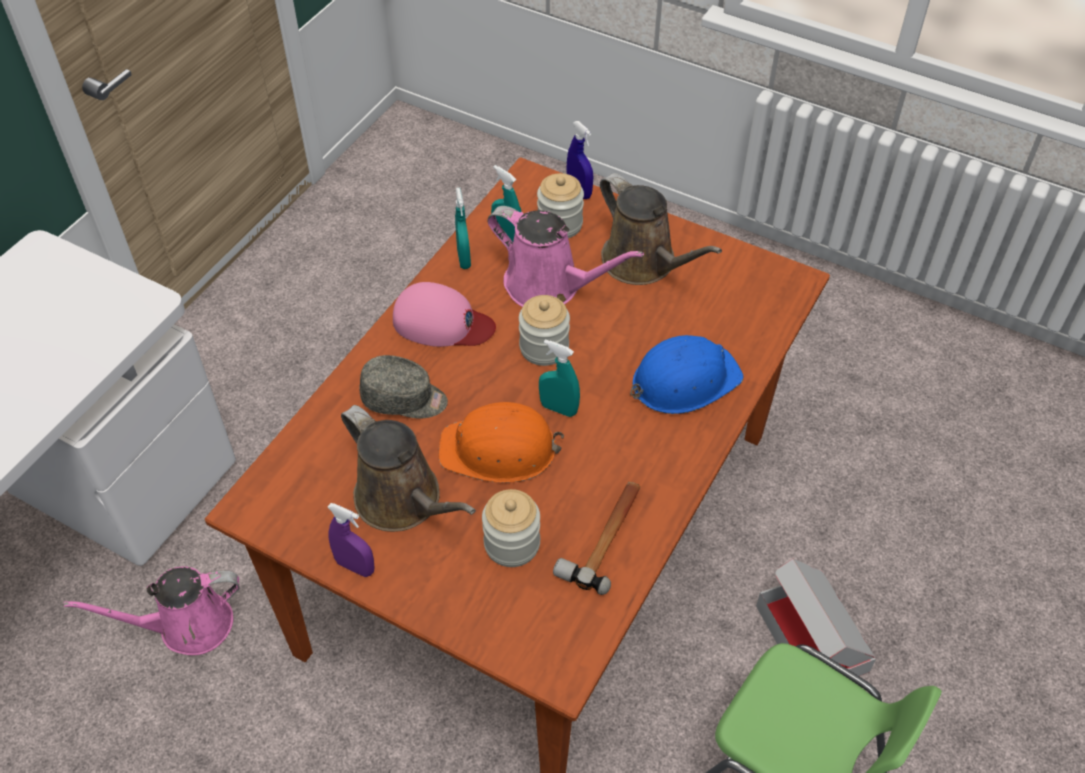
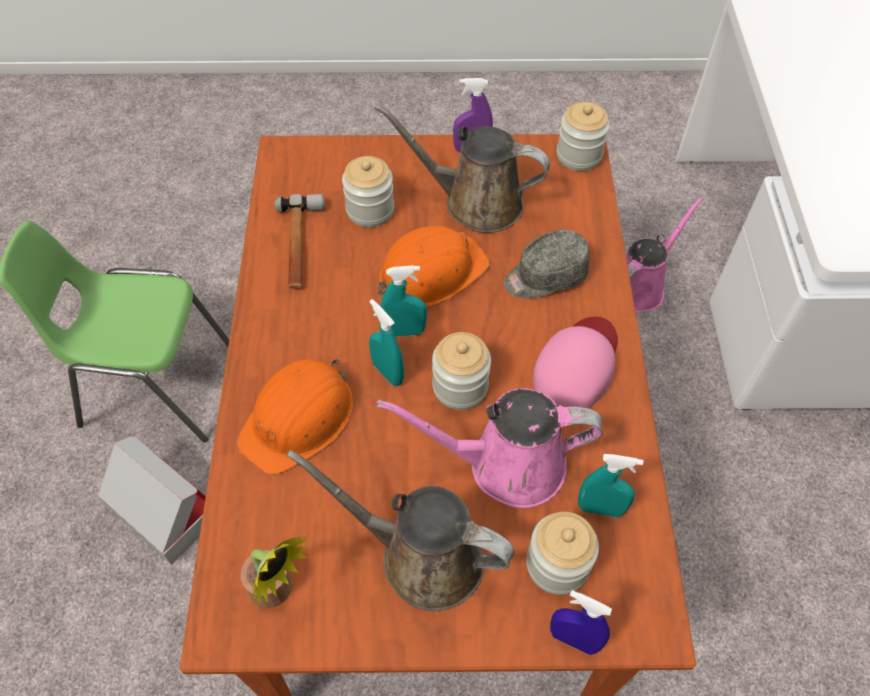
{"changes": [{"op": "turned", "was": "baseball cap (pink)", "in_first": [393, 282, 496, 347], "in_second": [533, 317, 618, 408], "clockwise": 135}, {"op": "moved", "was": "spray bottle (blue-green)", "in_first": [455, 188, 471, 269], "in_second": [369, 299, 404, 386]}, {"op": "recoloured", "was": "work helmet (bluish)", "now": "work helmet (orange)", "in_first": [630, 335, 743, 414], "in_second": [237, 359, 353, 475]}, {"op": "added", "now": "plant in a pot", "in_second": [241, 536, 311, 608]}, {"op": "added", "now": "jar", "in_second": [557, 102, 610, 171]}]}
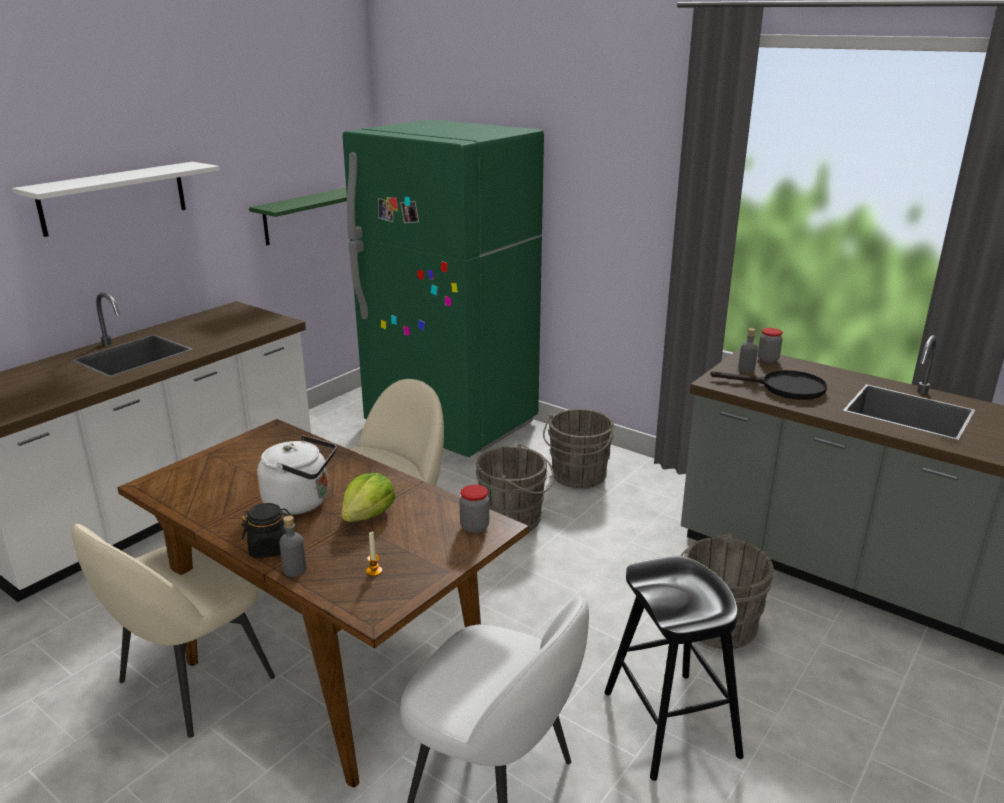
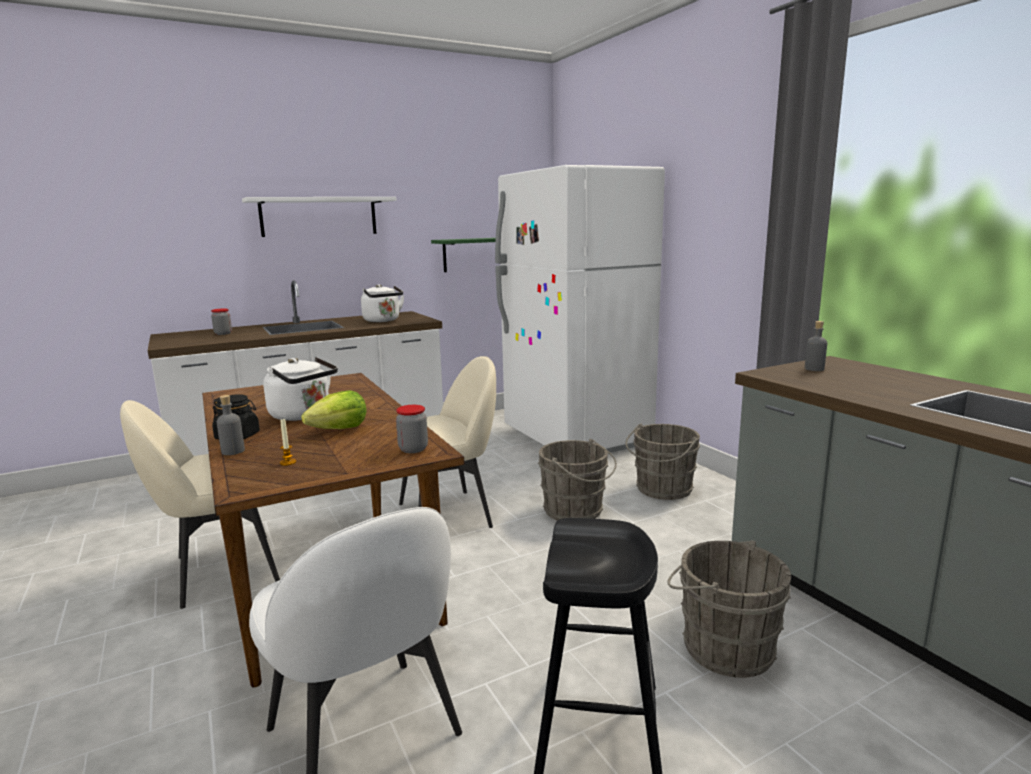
{"changes": [{"op": "recoloured", "was": "kitchen fridge (green-coloured)", "now": "kitchen fridge (white-coloured)", "in_first": [343, 119, 544, 458], "in_second": [495, 165, 665, 453]}, {"op": "removed", "was": "frying pan (black)", "in_first": [710, 370, 827, 400]}, {"op": "moved", "was": "jar", "in_first": [758, 328, 783, 363], "in_second": [211, 308, 232, 335]}, {"op": "added", "now": "water kettle (white-coloured)", "in_second": [361, 284, 404, 322]}]}
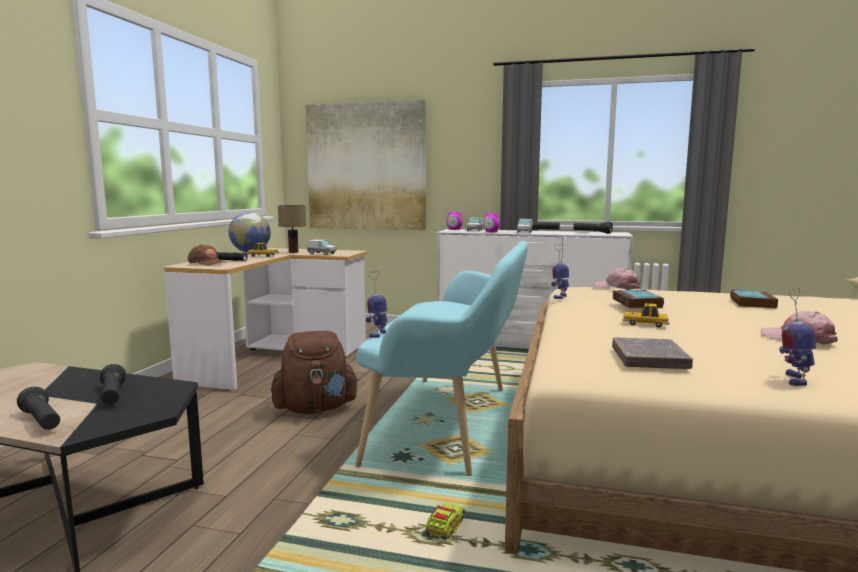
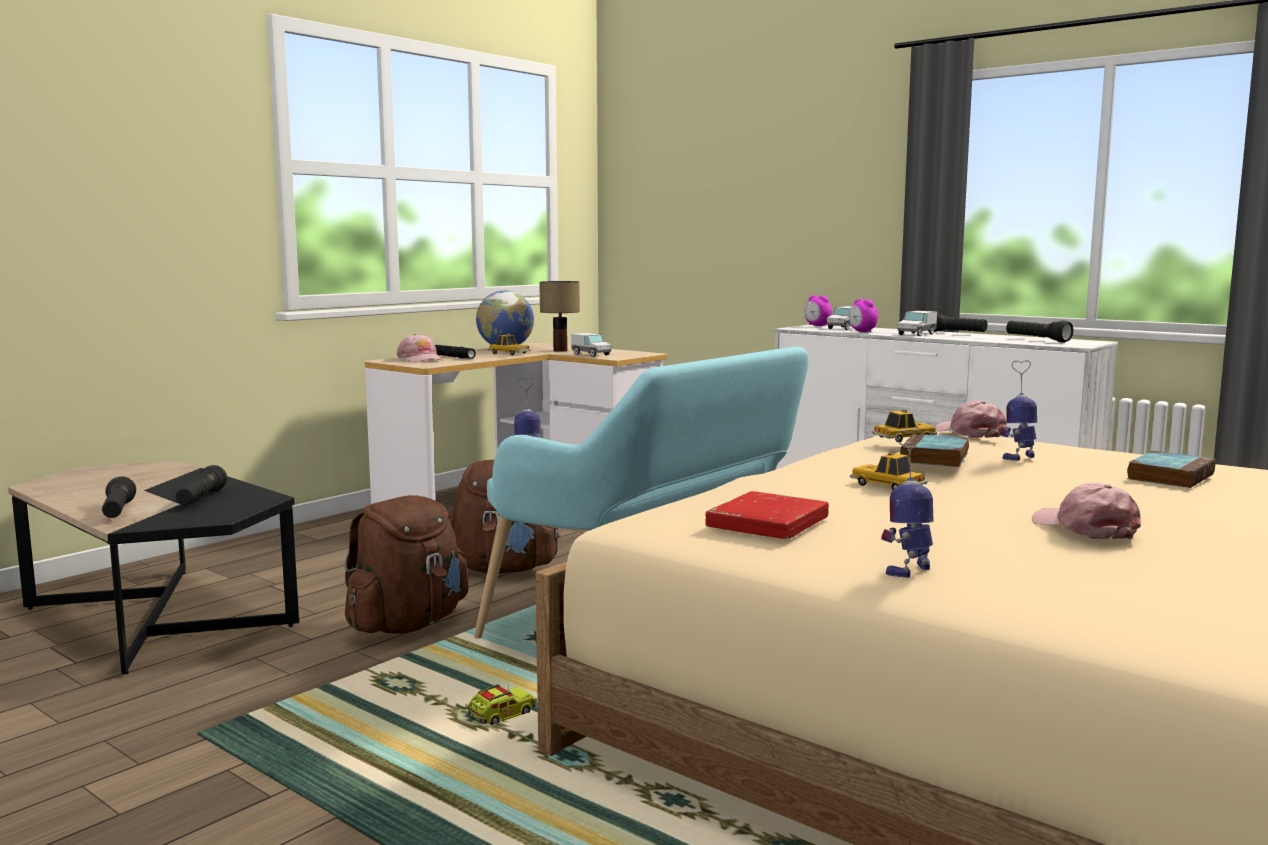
{"changes": [{"op": "recoloured", "was": "baseball cap (brown-coloured)", "now": "baseball cap (pink)", "in_first": [188, 245, 227, 266], "in_second": [397, 334, 444, 363]}, {"op": "removed", "was": "wall picture", "in_first": [305, 100, 426, 230]}, {"op": "moved", "was": "model robot", "in_first": [551, 244, 569, 299], "in_second": [1000, 360, 1037, 461]}, {"op": "recoloured", "was": "book (greyish)", "now": "book (red)", "in_first": [612, 337, 693, 369], "in_second": [705, 491, 829, 539]}, {"op": "added", "now": "rucksack (brown-coloured)", "in_second": [344, 495, 468, 634]}, {"op": "added", "now": "toy car", "in_second": [872, 409, 937, 442]}]}
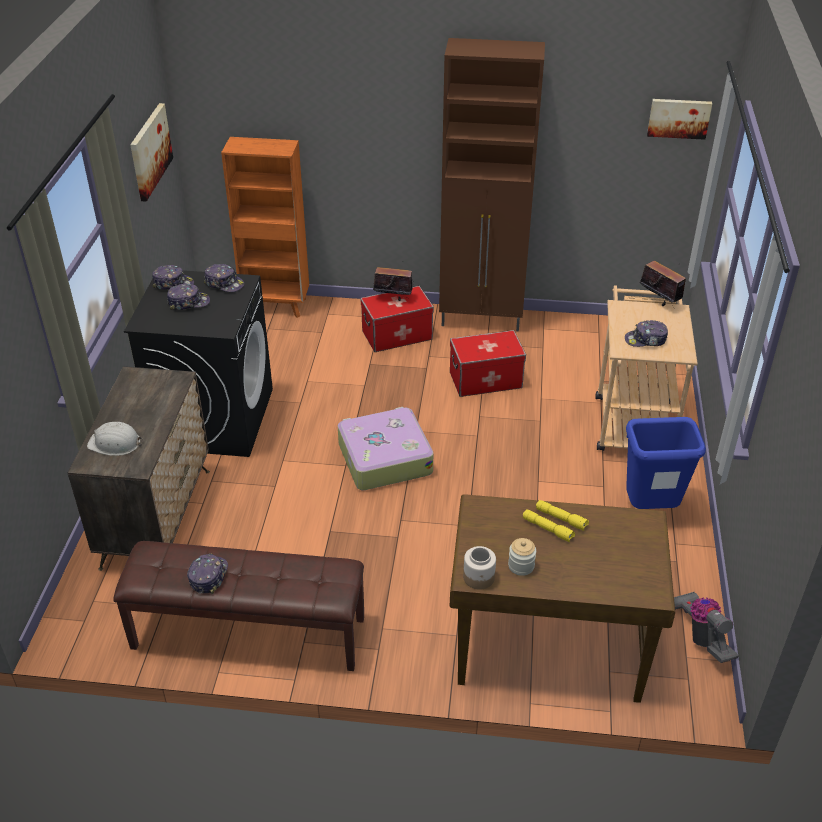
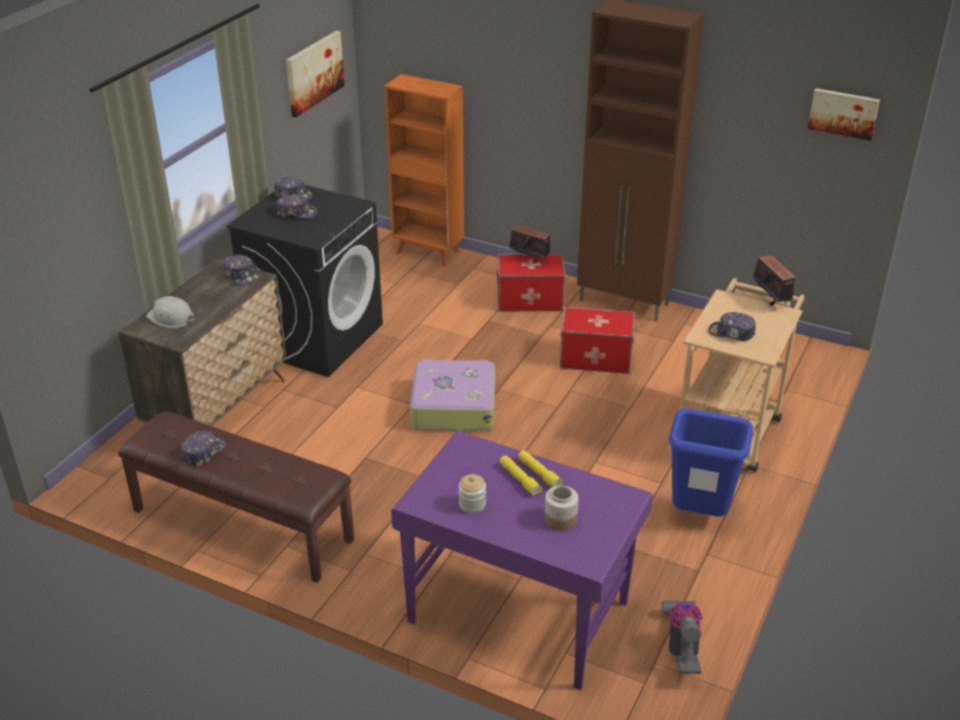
{"changes": [{"op": "moved", "was": "baseball cap", "in_first": [204, 264, 244, 292], "in_second": [223, 255, 260, 285]}, {"op": "recoloured", "was": "desk unit (brown-coloured)", "now": "desk unit (purple)", "in_first": [450, 494, 675, 703], "in_second": [391, 431, 653, 690]}, {"op": "moved", "was": "jar", "in_first": [463, 546, 496, 590], "in_second": [544, 486, 579, 531]}]}
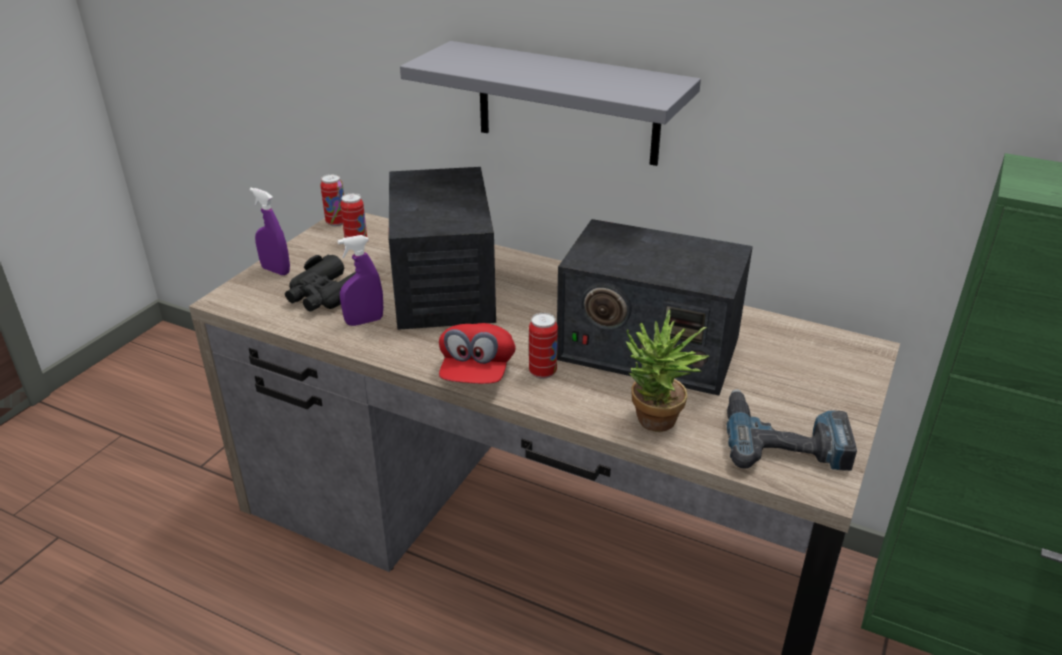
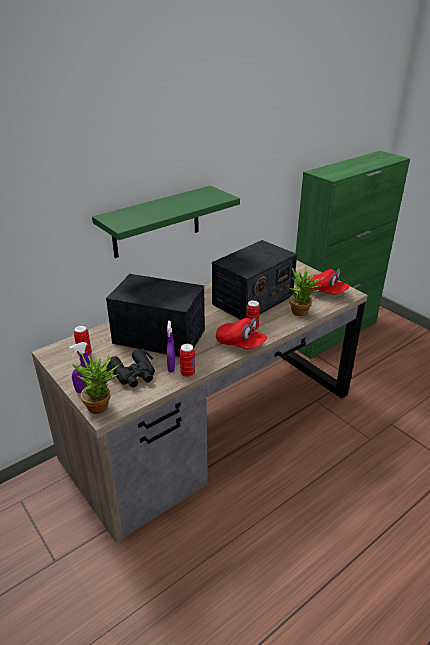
{"changes": [{"op": "moved", "was": "can", "in_first": [320, 174, 344, 226], "in_second": [180, 343, 195, 377]}, {"op": "recoloured", "was": "wall shelf (greyish)", "now": "wall shelf (green-coloured)", "in_first": [400, 41, 701, 166], "in_second": [92, 186, 240, 258]}, {"op": "replaced", "was": "power drill", "now": "baseball cap (red)", "in_first": [727, 389, 857, 471], "in_second": [308, 269, 349, 294]}, {"op": "added", "now": "plant in a pot", "in_second": [72, 352, 122, 414]}]}
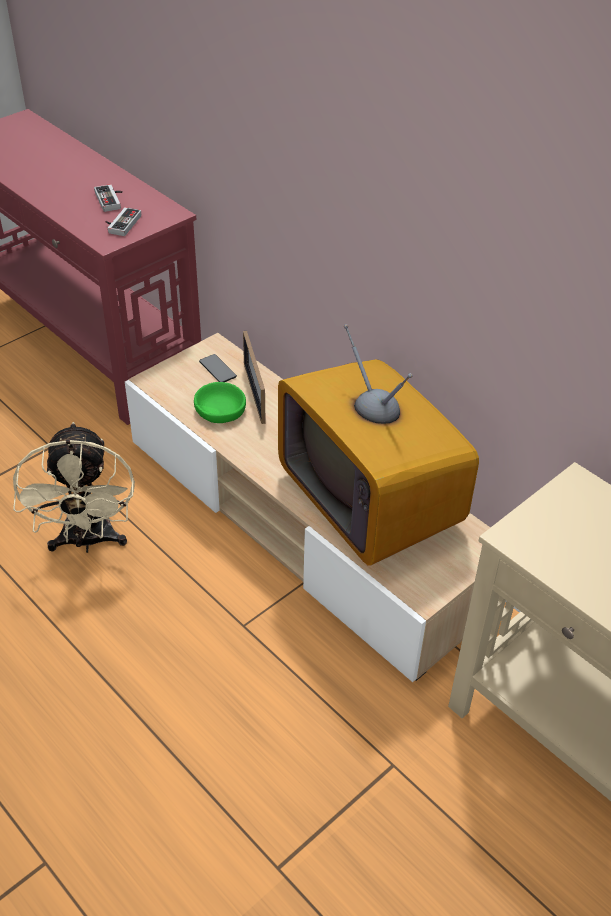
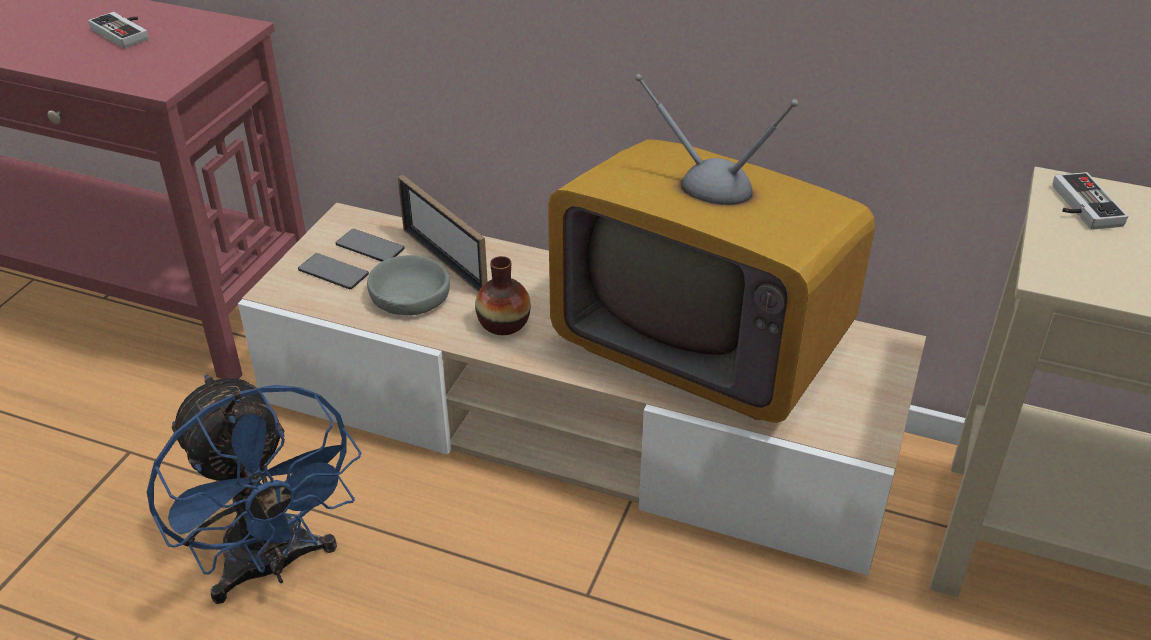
{"changes": [{"op": "recoloured", "was": "electric fan (beige)", "now": "electric fan (bluish)", "in_first": [13, 422, 135, 553], "in_second": [147, 375, 361, 604]}, {"op": "moved", "was": "gamepad", "in_first": [105, 207, 141, 236], "in_second": [1053, 172, 1128, 230]}, {"op": "recoloured", "was": "deep dish (green-coloured)", "now": "deep dish (greyish)", "in_first": [194, 382, 246, 423], "in_second": [367, 255, 450, 315]}, {"op": "added", "now": "phone", "in_second": [298, 253, 369, 289]}, {"op": "added", "now": "decorative vase", "in_second": [475, 256, 531, 335]}]}
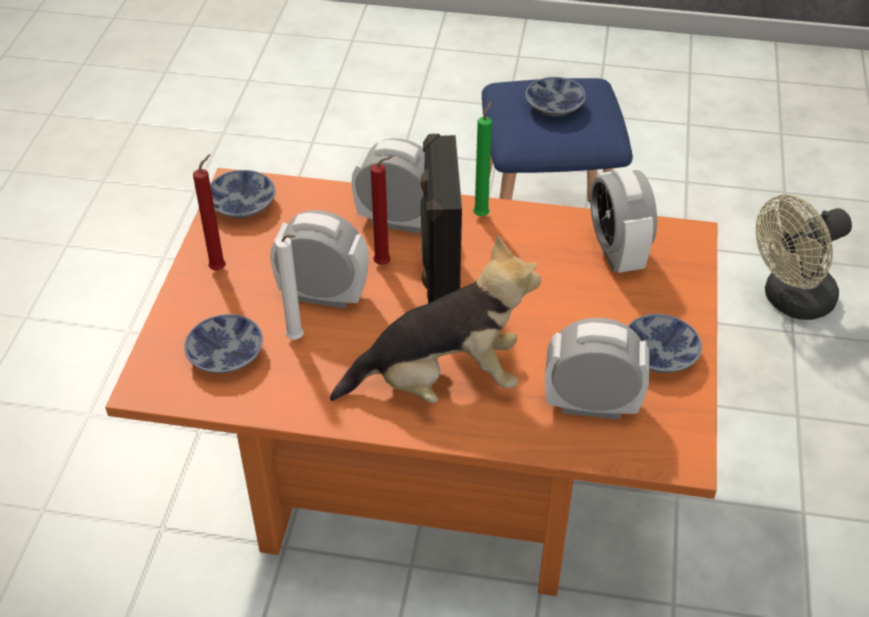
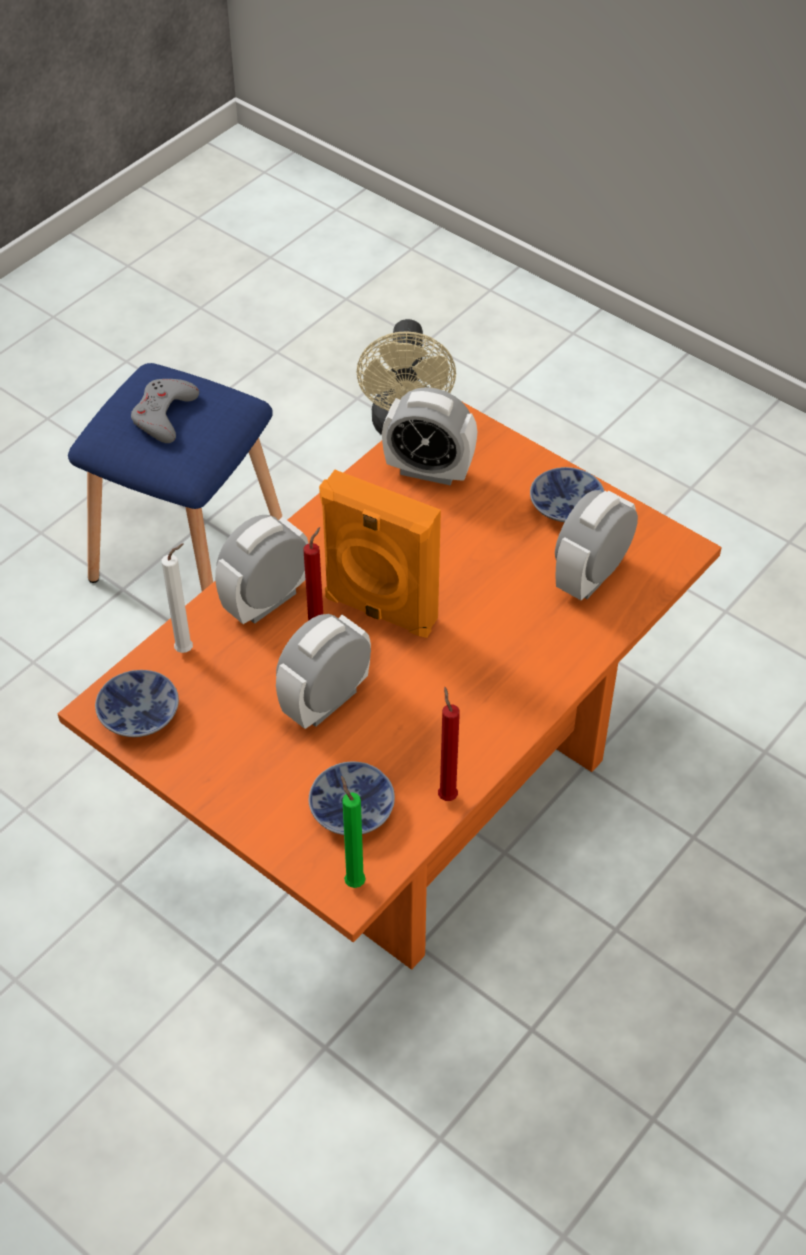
{"changes": [{"op": "moved", "was": "candle (red)", "in_first": [193, 154, 226, 270], "in_second": [438, 687, 460, 801]}, {"op": "moved", "was": "candle (white-coloured)", "in_first": [275, 235, 304, 340], "in_second": [162, 544, 193, 653]}, {"op": "removed", "was": "plush toy", "in_first": [330, 235, 541, 403]}, {"op": "recoloured", "was": "loudspeaker (black)", "now": "loudspeaker (orange)", "in_first": [421, 134, 462, 303], "in_second": [319, 470, 441, 638]}, {"op": "moved", "was": "candle (green-coloured)", "in_first": [473, 101, 492, 216], "in_second": [341, 776, 366, 888]}, {"op": "replaced", "was": "deep dish", "now": "gamepad (greyish)", "in_first": [526, 77, 586, 117], "in_second": [131, 379, 199, 443]}]}
